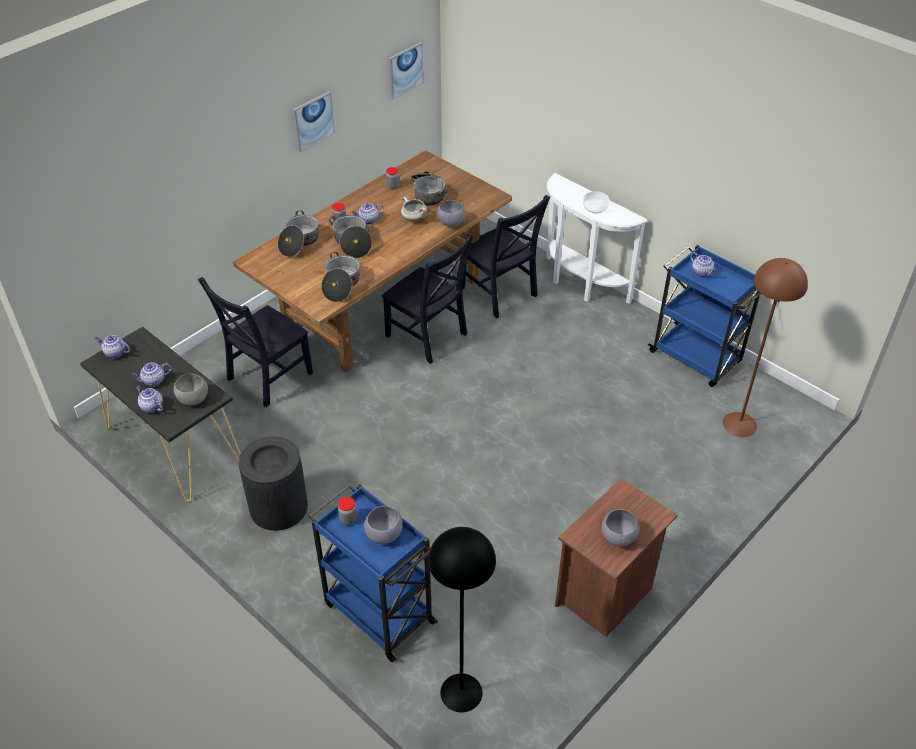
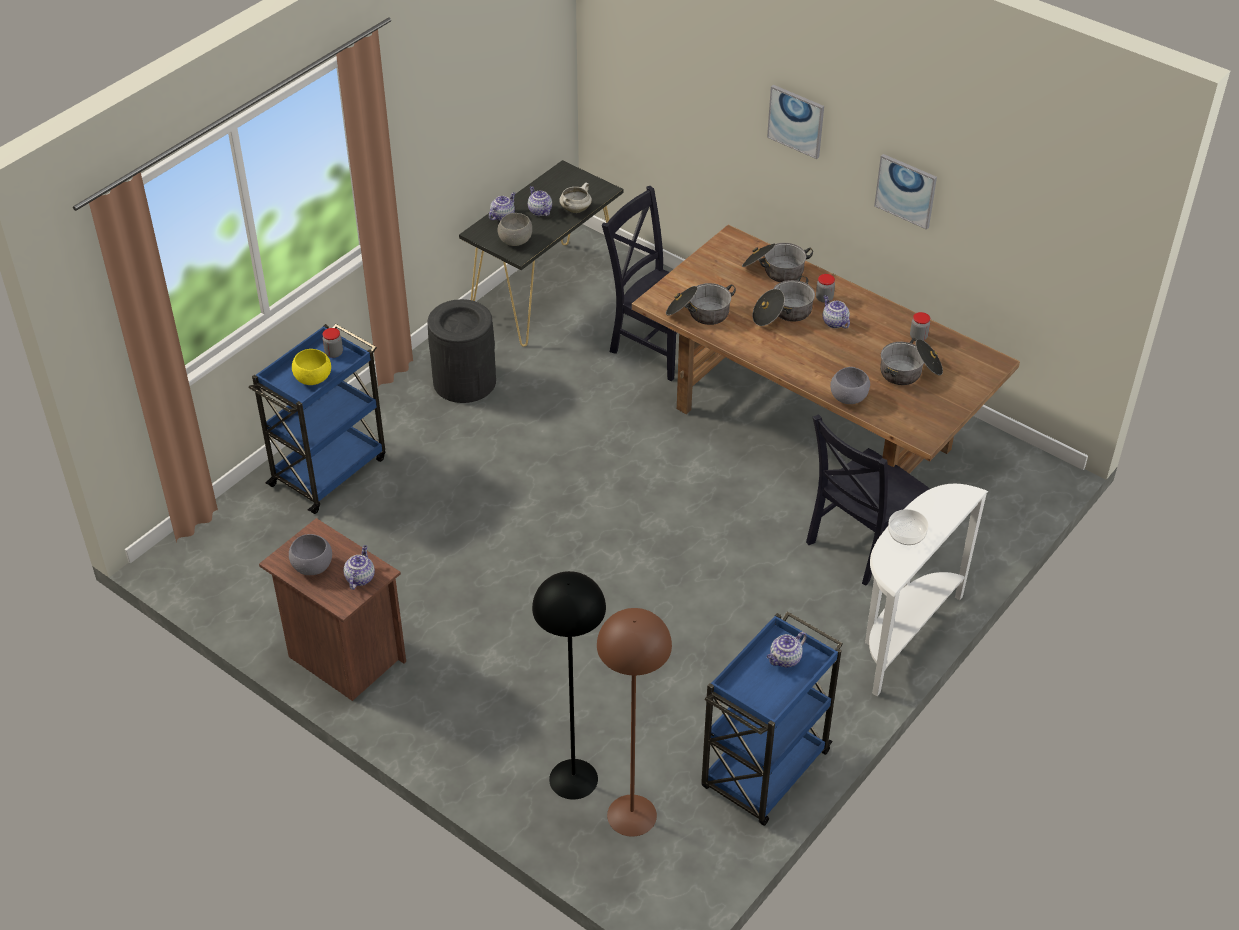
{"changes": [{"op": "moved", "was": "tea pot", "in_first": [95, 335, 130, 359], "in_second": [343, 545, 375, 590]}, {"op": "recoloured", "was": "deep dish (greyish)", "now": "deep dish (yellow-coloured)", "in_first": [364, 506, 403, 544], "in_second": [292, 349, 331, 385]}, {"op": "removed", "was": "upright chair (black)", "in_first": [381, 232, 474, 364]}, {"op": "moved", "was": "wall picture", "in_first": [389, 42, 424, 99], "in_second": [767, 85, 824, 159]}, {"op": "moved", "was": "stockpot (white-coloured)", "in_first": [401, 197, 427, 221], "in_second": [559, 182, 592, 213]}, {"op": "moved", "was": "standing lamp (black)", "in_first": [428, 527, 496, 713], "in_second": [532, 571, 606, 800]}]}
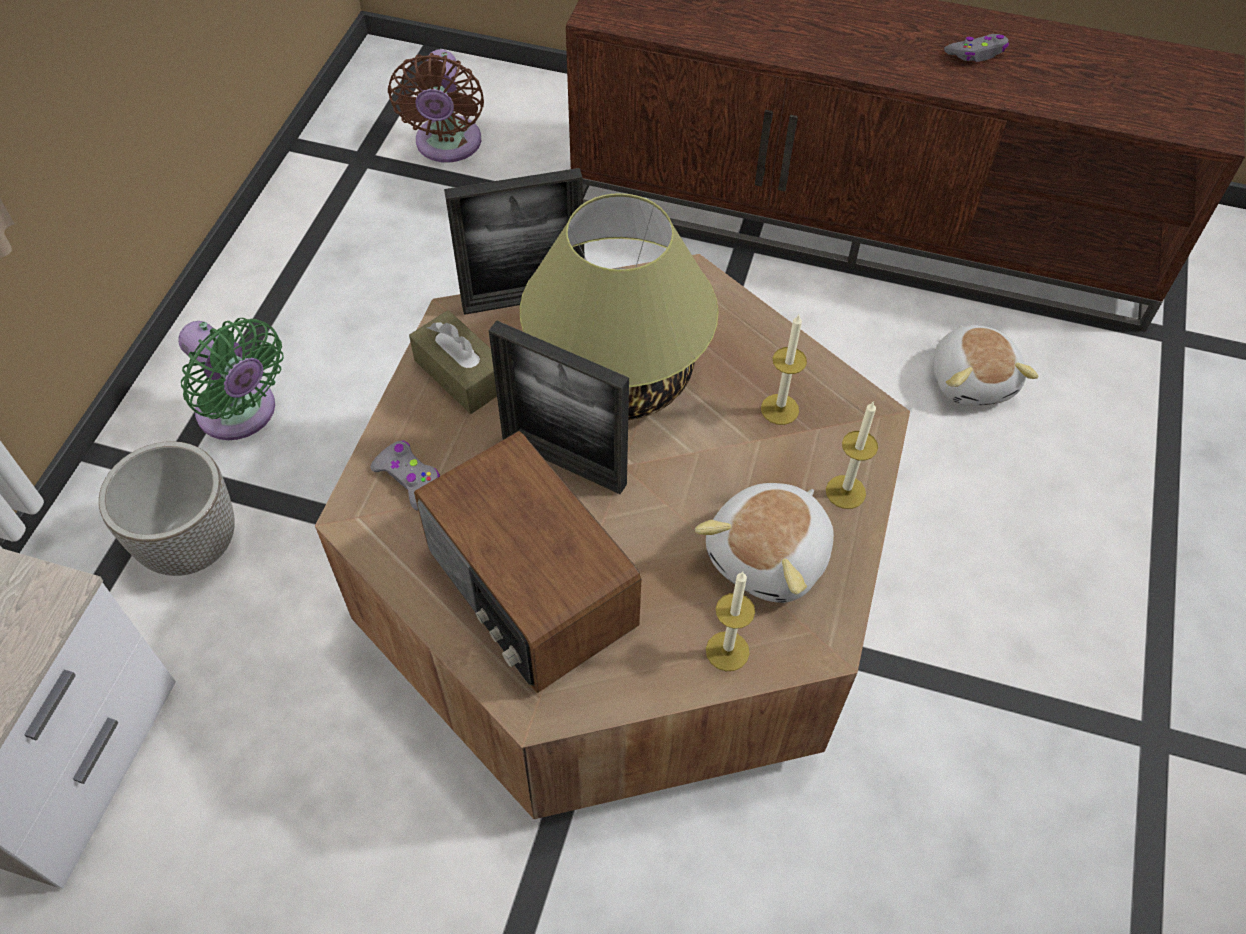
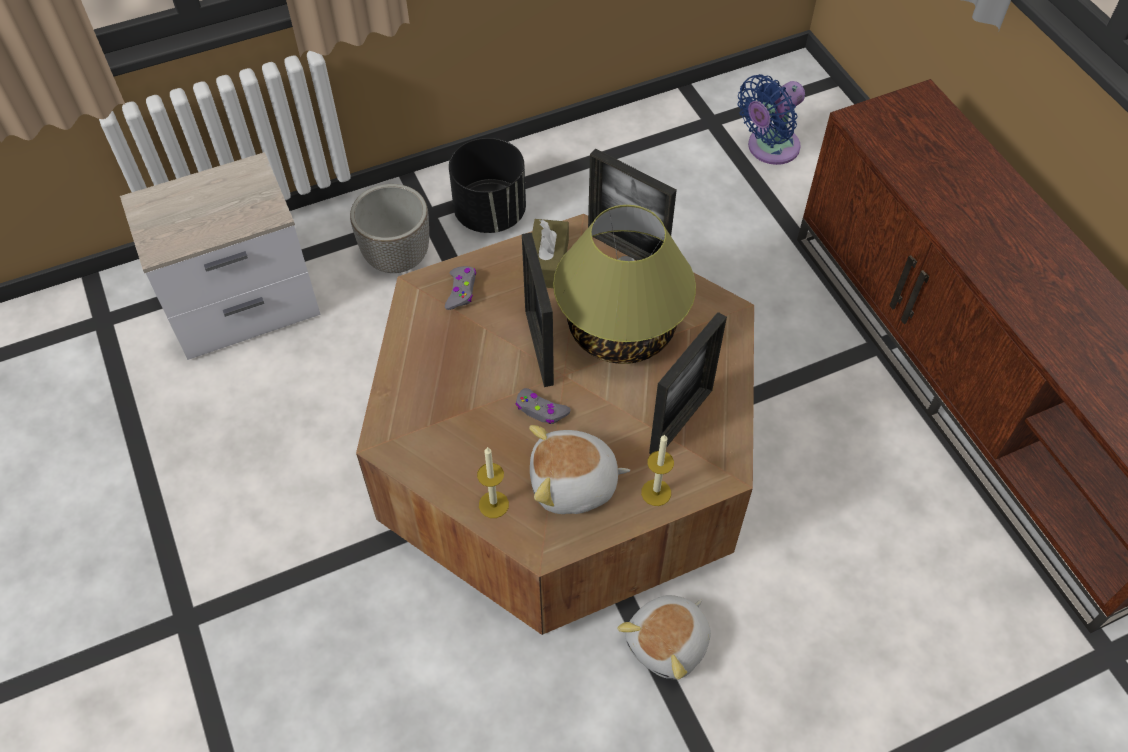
{"changes": [{"op": "replaced", "was": "electric fan (green-coloured)", "now": "planter (black)", "in_first": [178, 318, 284, 440], "in_second": [449, 138, 526, 233]}, {"op": "recoloured", "was": "electric fan (brown-coloured)", "now": "electric fan (bluish)", "in_first": [388, 49, 484, 163], "in_second": [737, 74, 805, 165]}, {"op": "removed", "was": "radio set", "in_first": [414, 431, 641, 693]}, {"op": "replaced", "was": "candle", "now": "photo frame", "in_first": [761, 315, 807, 425], "in_second": [649, 312, 727, 454]}, {"op": "moved", "was": "plush toy", "in_first": [933, 325, 1039, 406], "in_second": [618, 595, 711, 680]}, {"op": "moved", "was": "gamepad (greyish)", "in_first": [944, 34, 1009, 62], "in_second": [515, 388, 571, 424]}]}
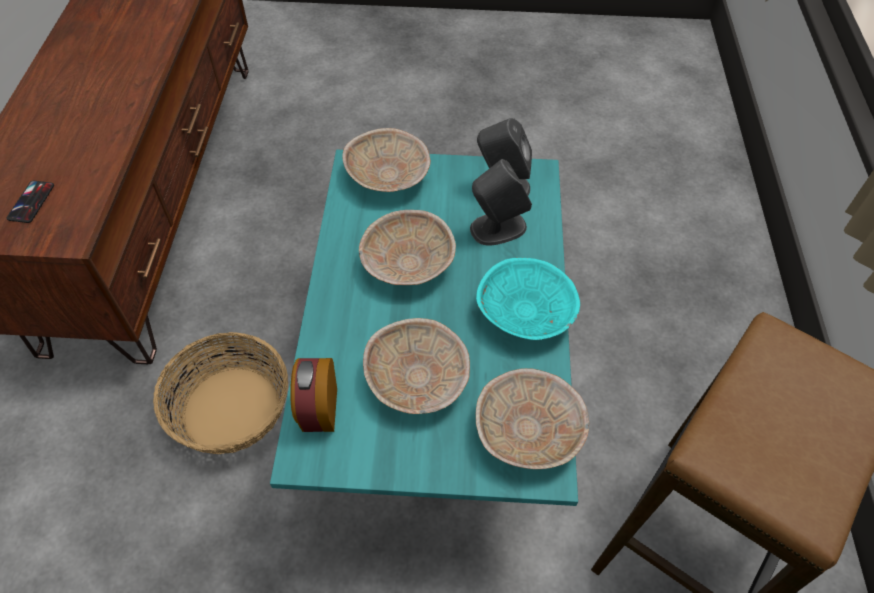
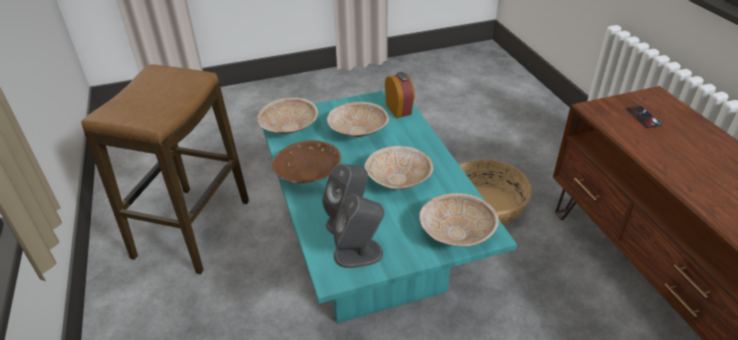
{"changes": [{"op": "recoloured", "was": "deep dish (blue-green)", "now": "deep dish (brown-coloured)", "in_first": [476, 258, 580, 340], "in_second": [272, 140, 341, 183]}]}
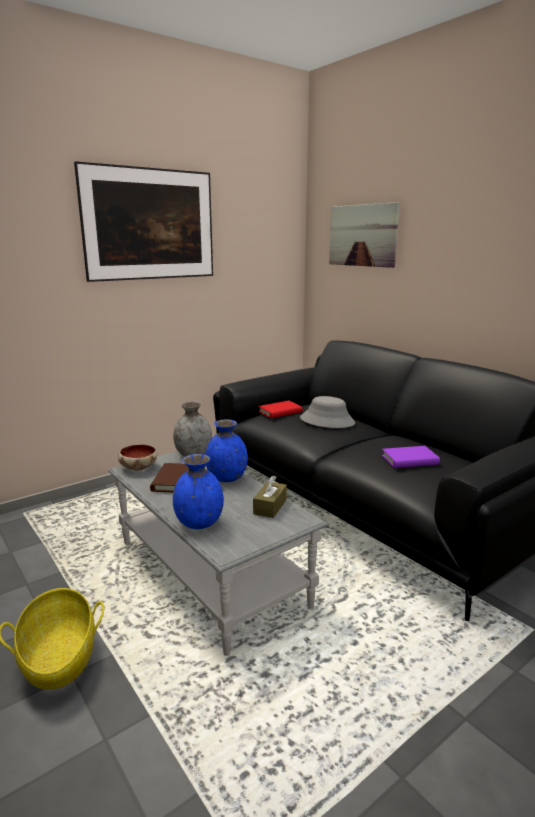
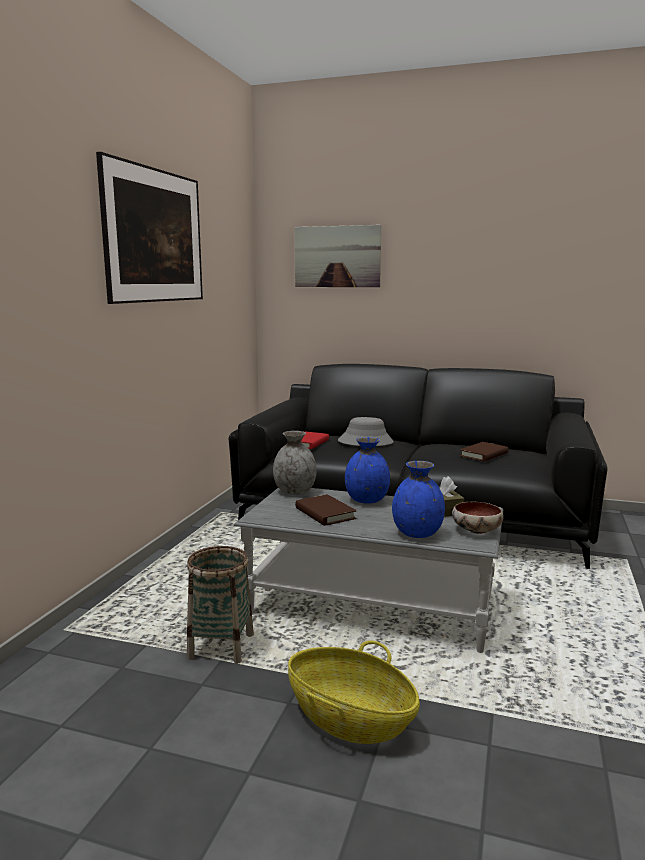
{"changes": [{"op": "moved", "was": "deep dish", "in_first": [118, 445, 157, 471], "in_second": [452, 501, 504, 534]}, {"op": "recoloured", "was": "book (purple)", "now": "book (brown-coloured)", "in_first": [382, 446, 440, 468], "in_second": [459, 442, 509, 462]}, {"op": "added", "now": "basket", "in_second": [187, 546, 254, 664]}]}
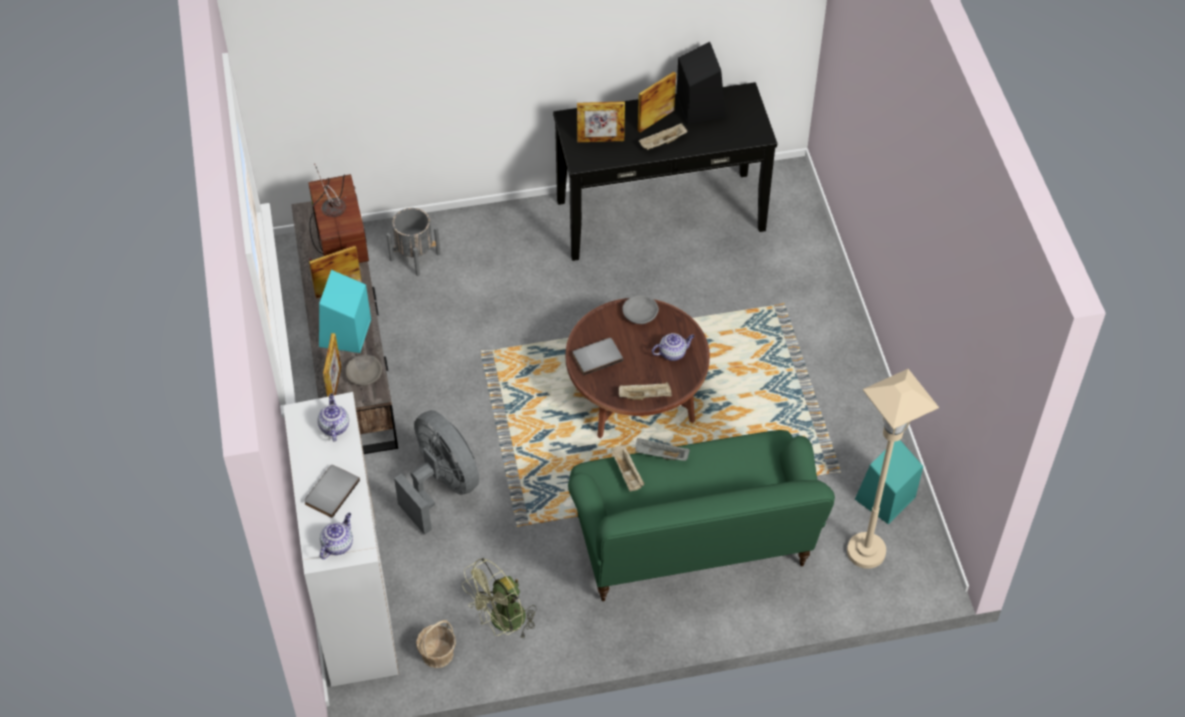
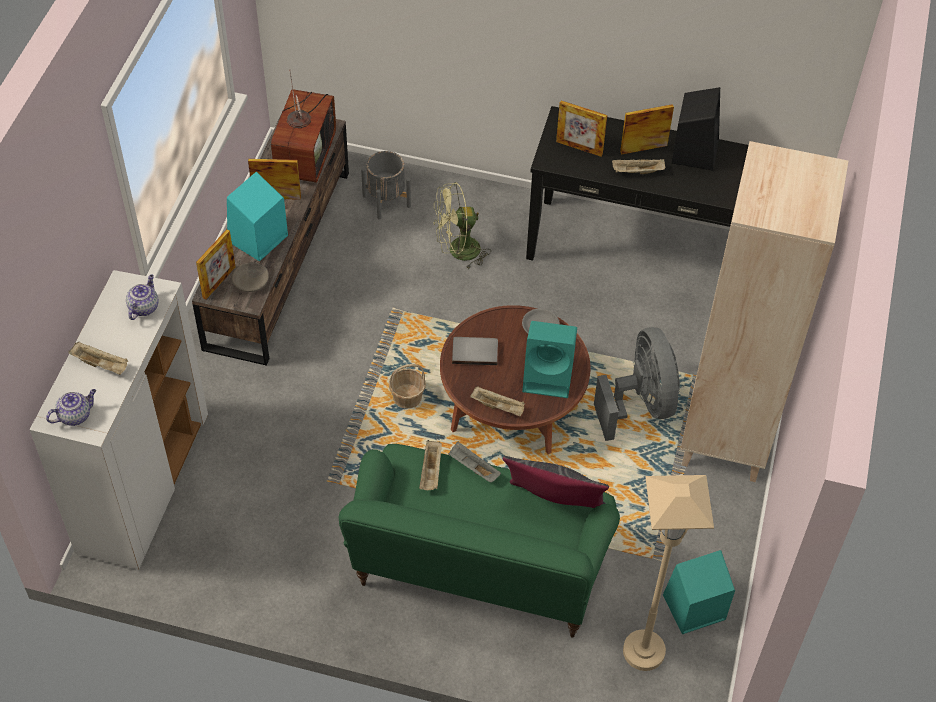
{"changes": [{"op": "replaced", "was": "book (greyish)", "now": "tray (beige)", "in_first": [304, 465, 360, 518], "in_second": [68, 342, 128, 375]}, {"op": "moved", "was": "electric fan (greyish)", "in_first": [394, 410, 479, 535], "in_second": [594, 327, 680, 441]}, {"op": "moved", "was": "basket", "in_first": [416, 620, 456, 668], "in_second": [389, 364, 426, 409]}, {"op": "moved", "was": "electric fan (green-coloured)", "in_first": [462, 558, 537, 640], "in_second": [434, 182, 491, 269]}, {"op": "replaced", "was": "tea pot", "now": "loudspeaker (blue-green)", "in_first": [652, 333, 695, 361], "in_second": [522, 321, 577, 398]}, {"op": "added", "now": "cushion (greyish)", "in_second": [503, 456, 609, 508]}, {"op": "added", "now": "shelving unit (beige)", "in_second": [680, 141, 848, 482]}]}
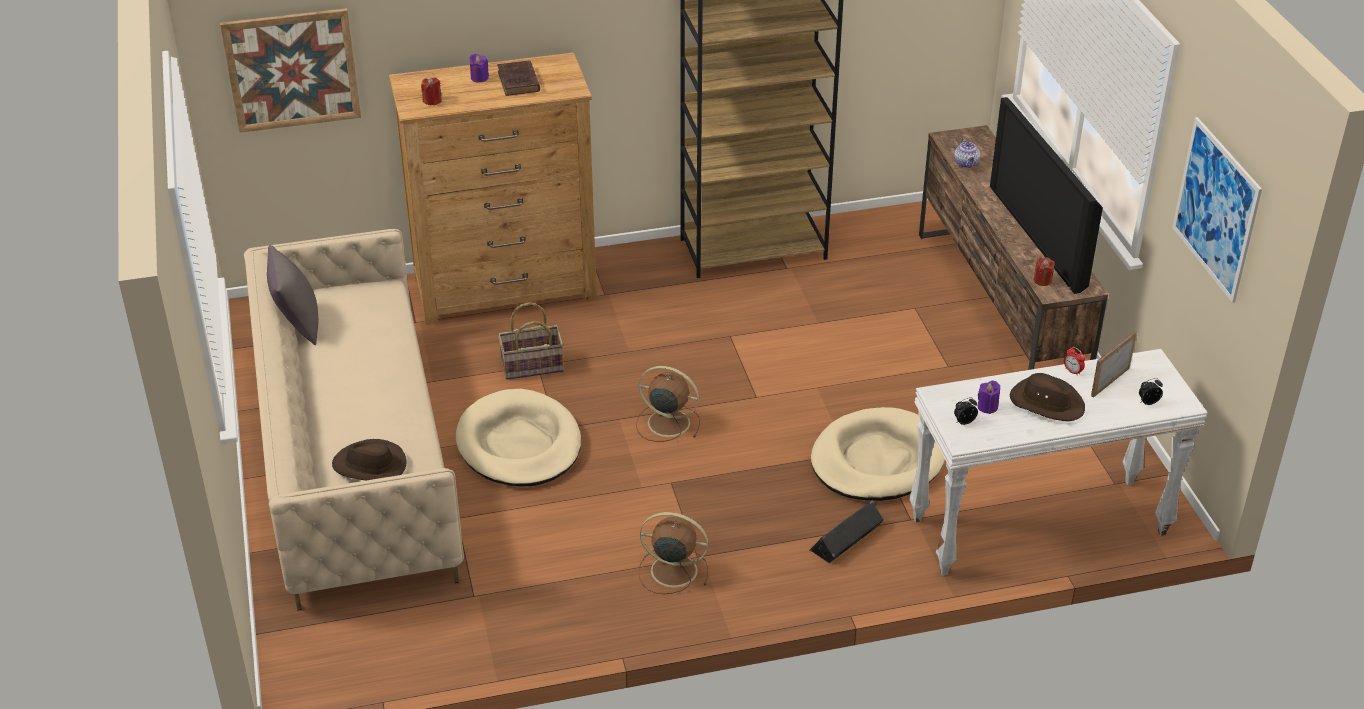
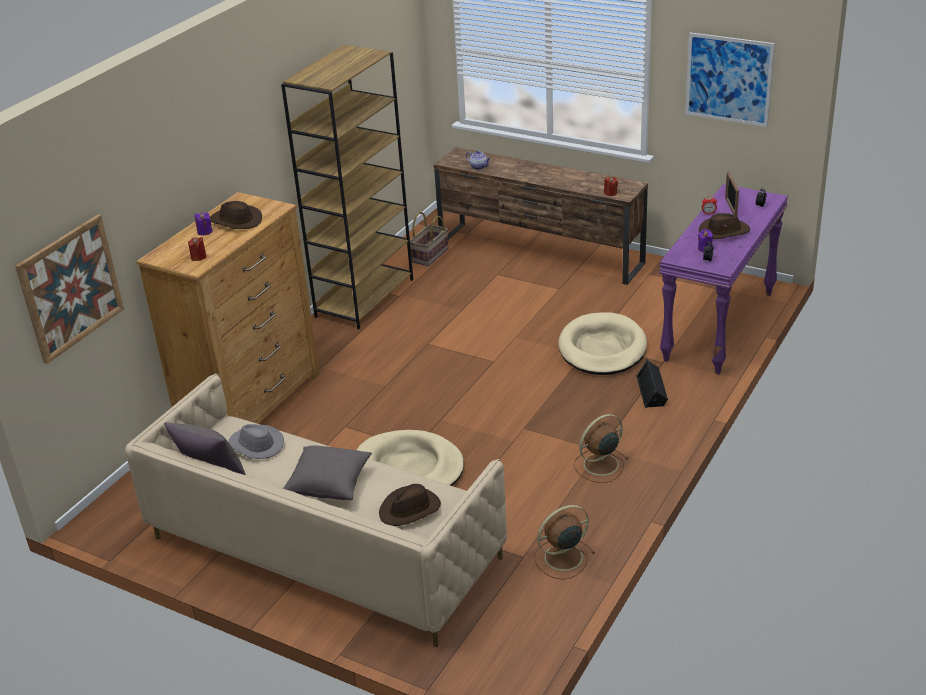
{"changes": [{"op": "replaced", "was": "book (brown-coloured)", "now": "hat (brown-coloured)", "in_first": [497, 60, 540, 96], "in_second": [210, 201, 262, 229]}, {"op": "moved", "was": "basket", "in_first": [498, 302, 564, 380], "in_second": [410, 212, 449, 266]}, {"op": "moved", "was": "electric fan (brown-coloured)", "in_first": [636, 366, 700, 442], "in_second": [534, 505, 595, 579]}, {"op": "recoloured", "was": "hall table (white-coloured)", "now": "hall table (purple)", "in_first": [909, 349, 1208, 576], "in_second": [659, 184, 788, 375]}, {"op": "removed", "was": "TV", "in_first": [990, 97, 1103, 294]}, {"op": "added", "now": "hat (greyish)", "in_second": [229, 424, 284, 459]}, {"op": "added", "now": "cushion (greyish)", "in_second": [283, 446, 372, 500]}]}
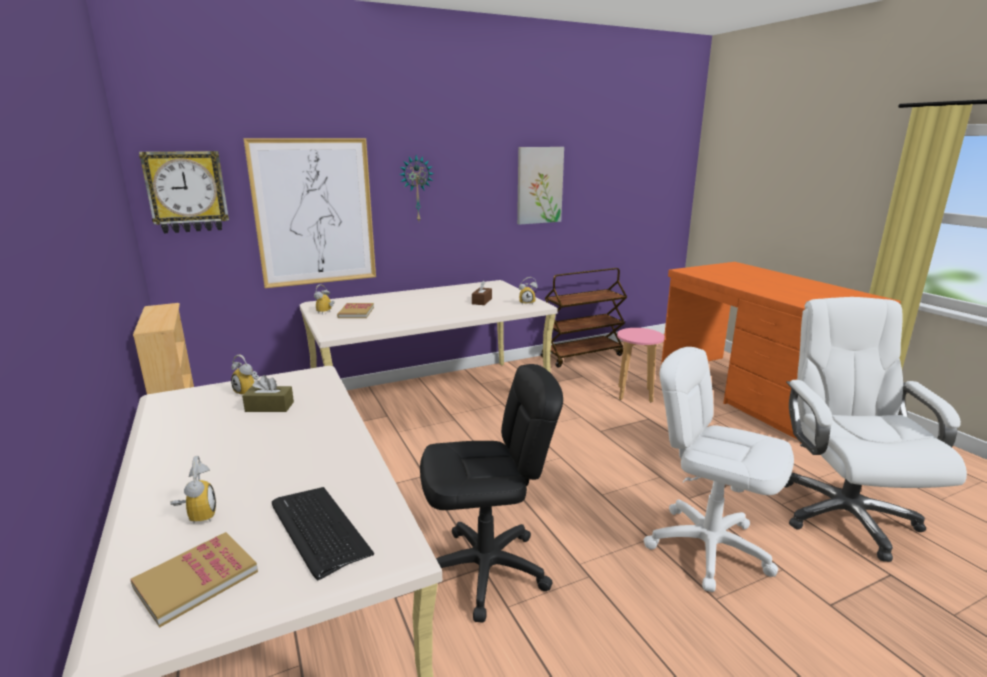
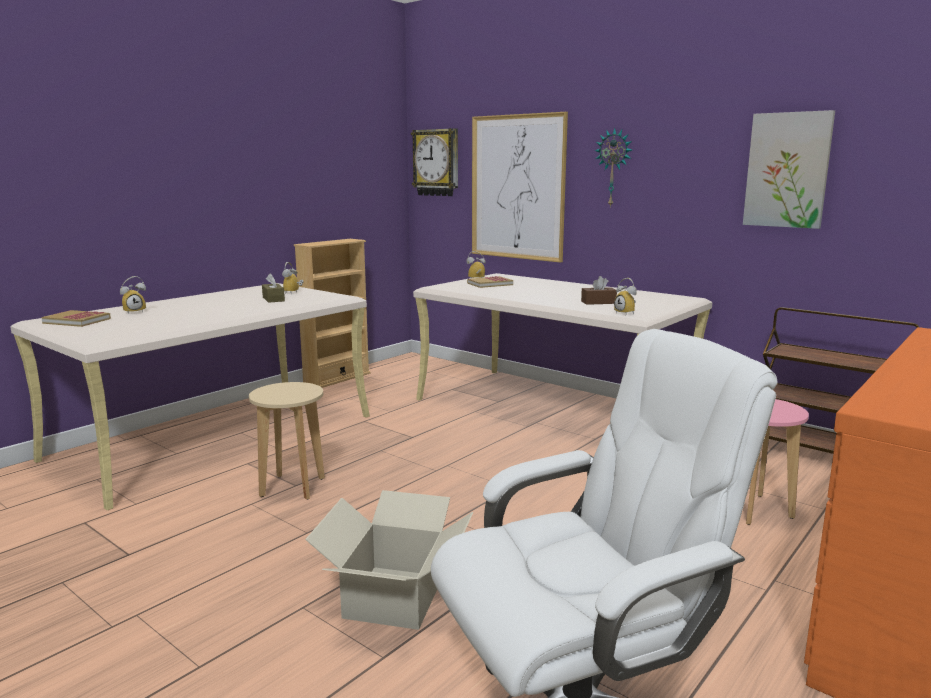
{"changes": [{"op": "removed", "was": "keyboard", "in_first": [272, 487, 374, 580]}, {"op": "replaced", "was": "office chair (black)", "now": "sitting stool (beige)", "in_first": [420, 364, 563, 623], "in_second": [249, 382, 325, 500]}, {"op": "replaced", "was": "office chair (white-coloured)", "now": "packing box", "in_first": [644, 347, 794, 592], "in_second": [305, 490, 473, 630]}]}
